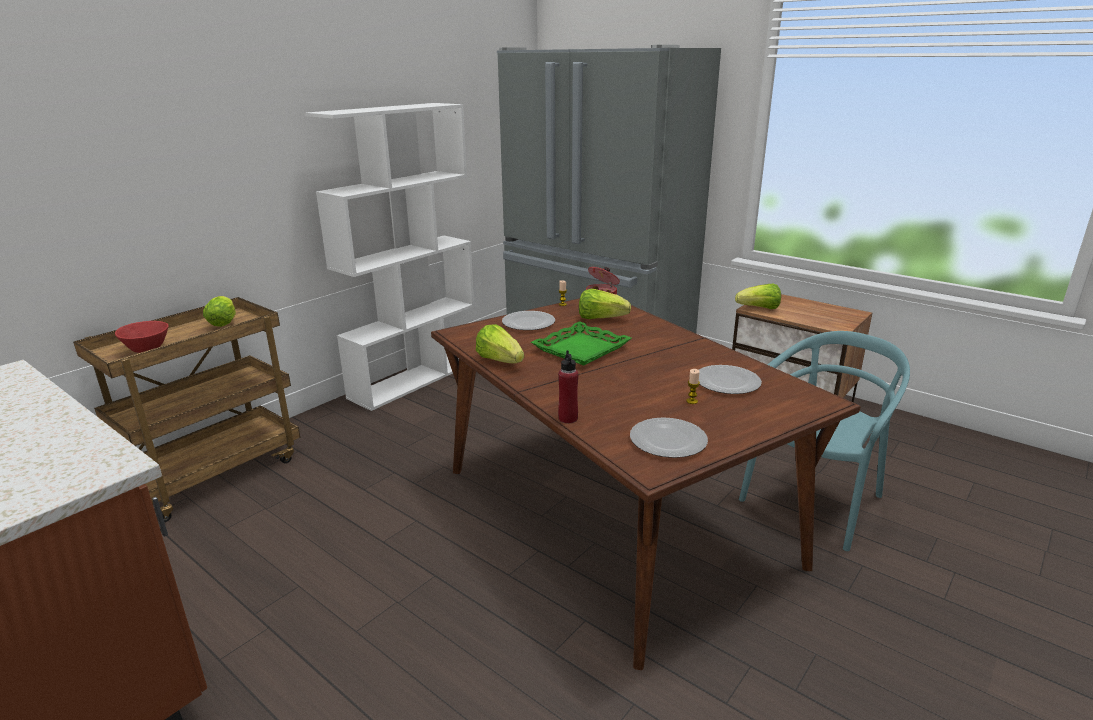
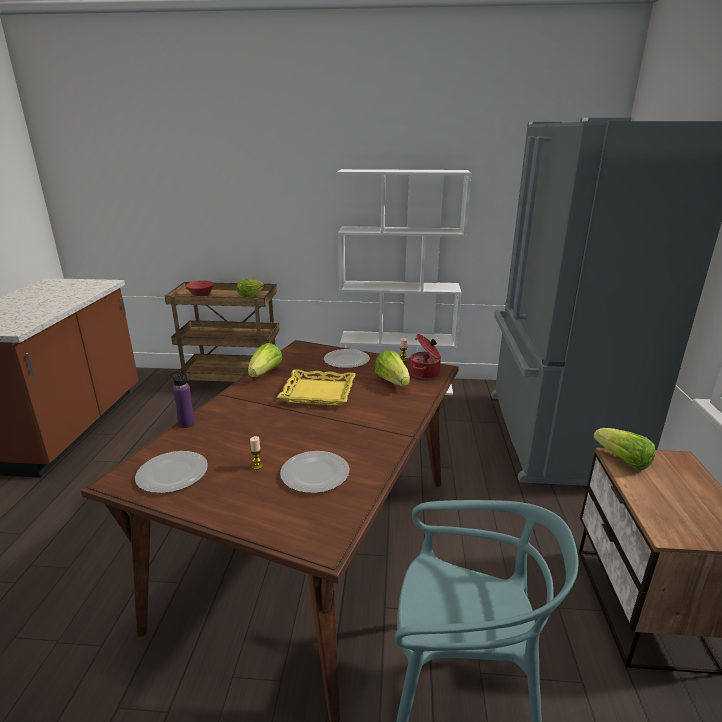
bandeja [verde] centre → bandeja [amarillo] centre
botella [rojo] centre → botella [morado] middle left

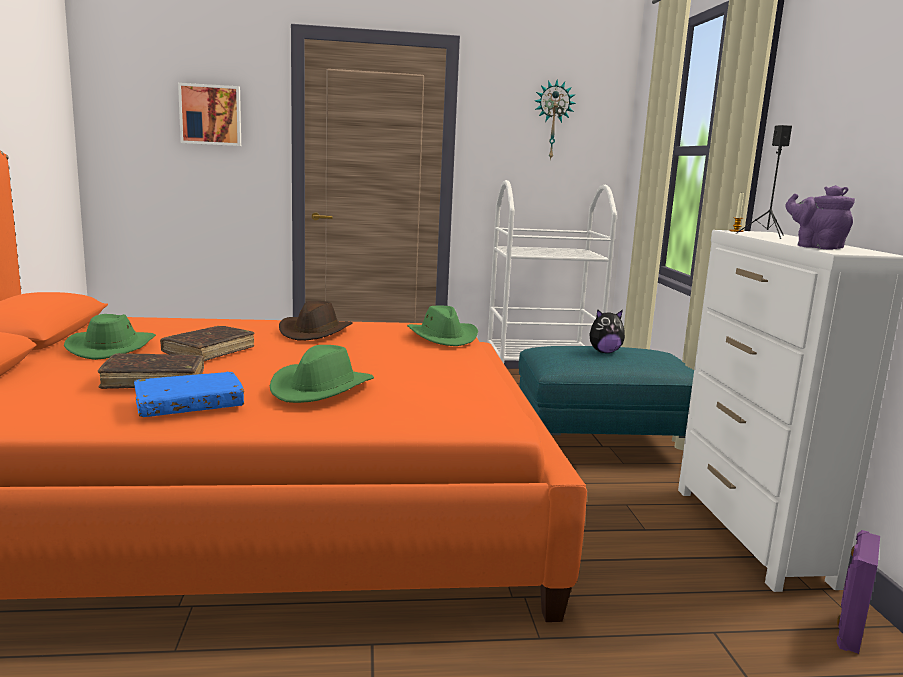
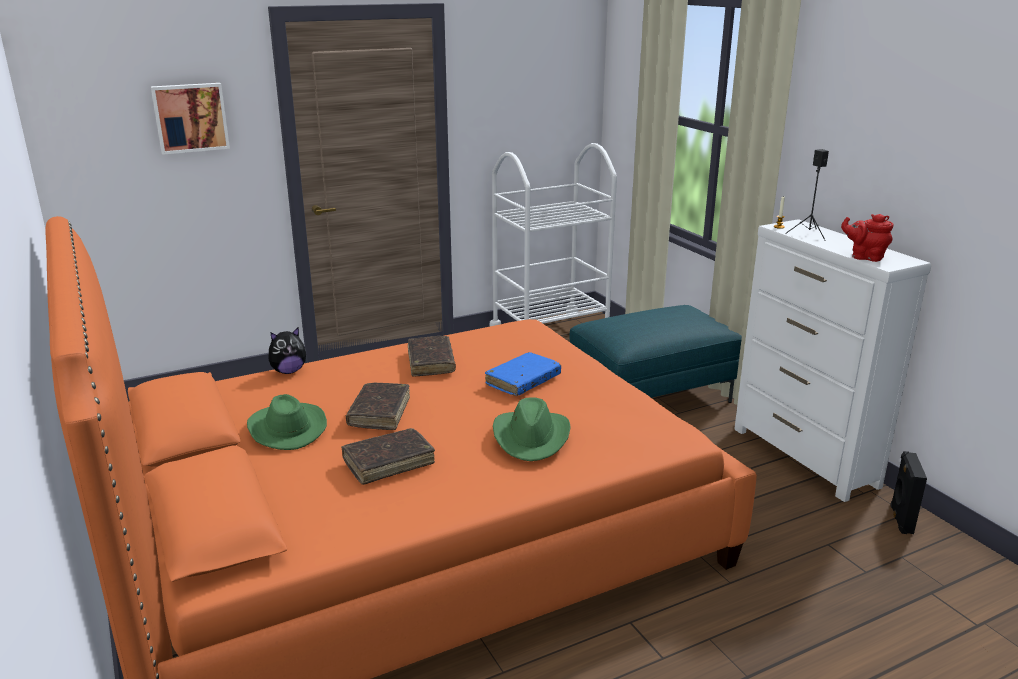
sombrero [verde] (no. 3 from left) centre → -
reloj de pared top centre → -
libro [azul] middle left → libro [azul] centre, relocated
peluche middle right → peluche middle left, relocated
sombrero [marrón] centre → libro [marrón] (no. 3 from left) centre
tetera [morado] top right → tetera [rojo] middle right
altavoz [morado] bottom right → altavoz [negro] (no. 2 from left) bottom right

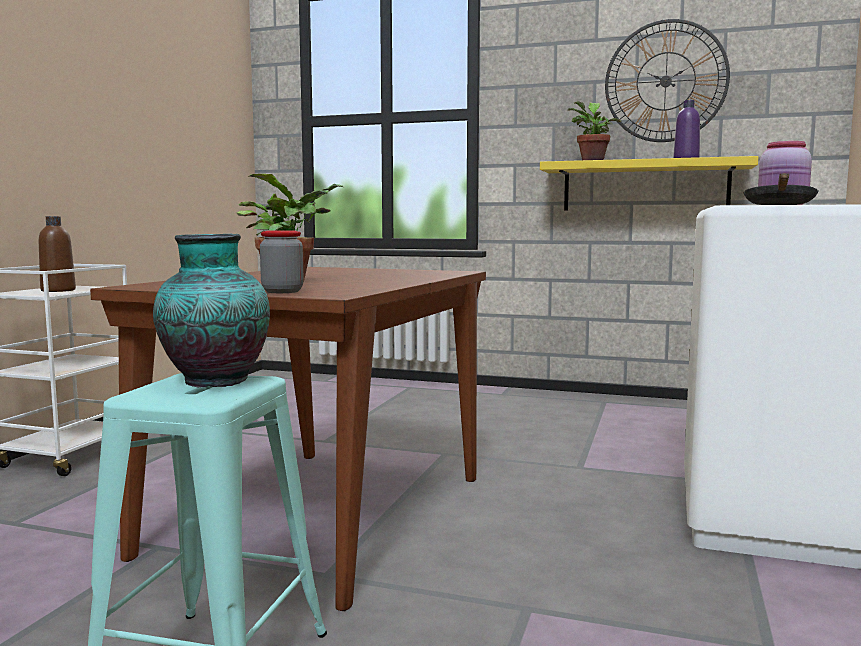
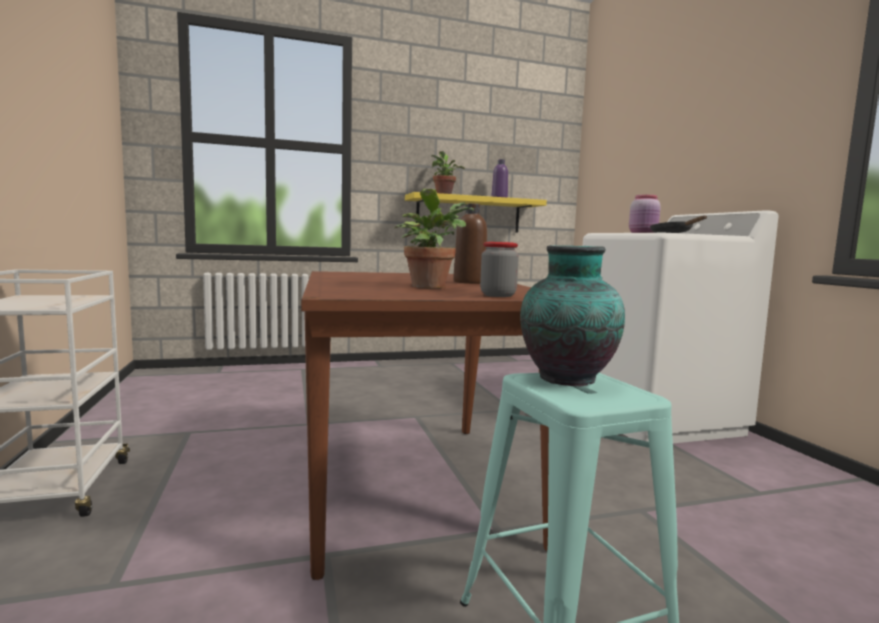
reloj de pared top right → -
botella [marrón] middle left → botella [marrón] centre, relocated

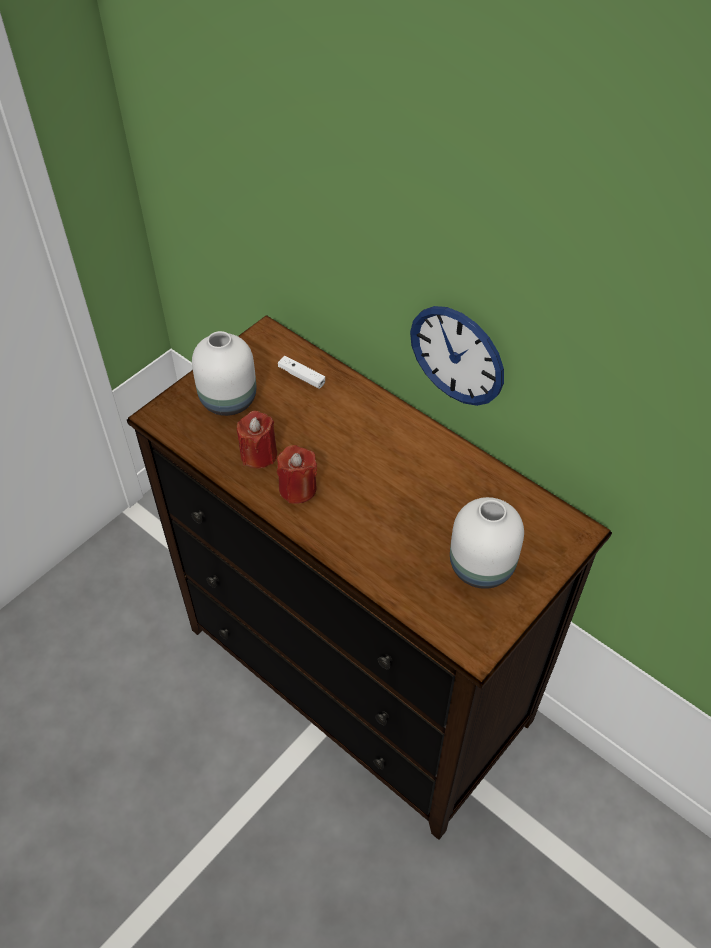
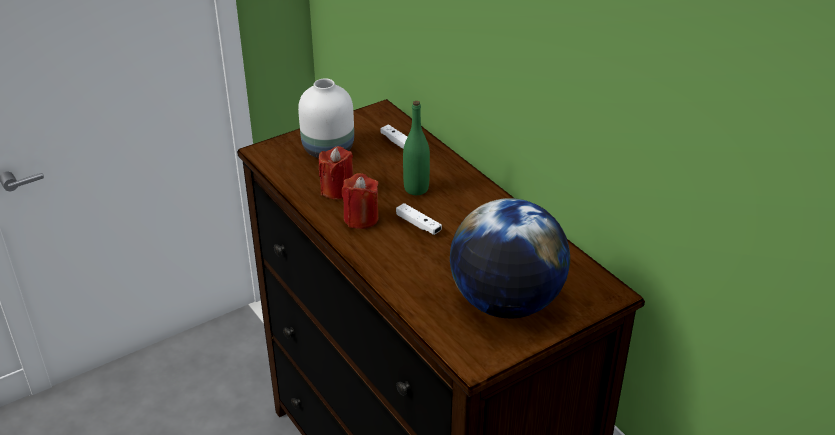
reloj de pared centre → -
- → mando de consola [blanco] (no. 2 from left) centre
- → botella [verde] centre
florero [blanco] (no. 2 from left) middle right → globo terráqueo centre

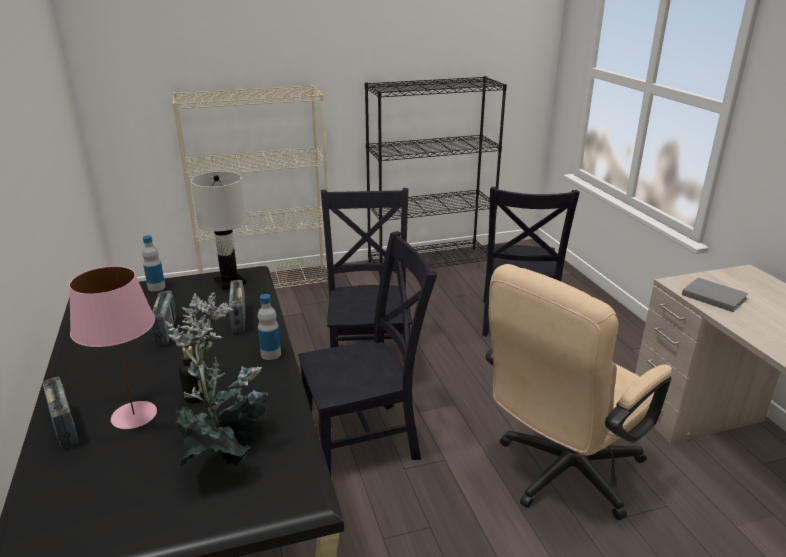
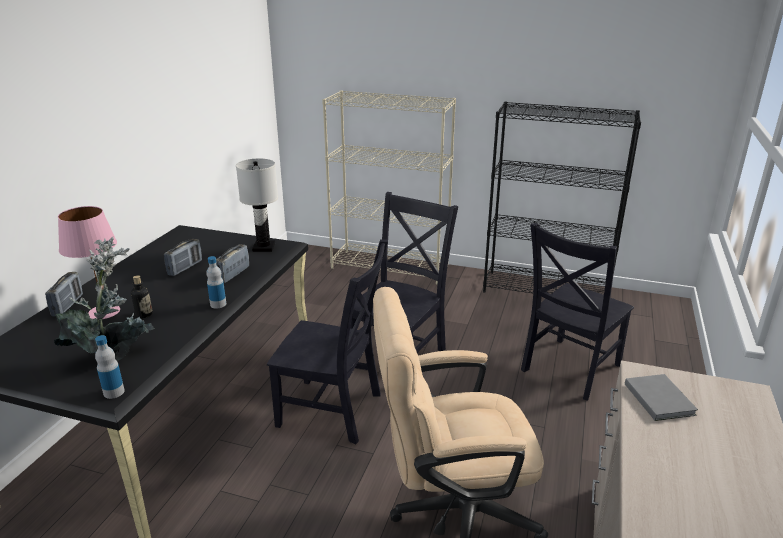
botella (no. 1 from left) middle left → botella (no. 1 from left) bottom left, relocated

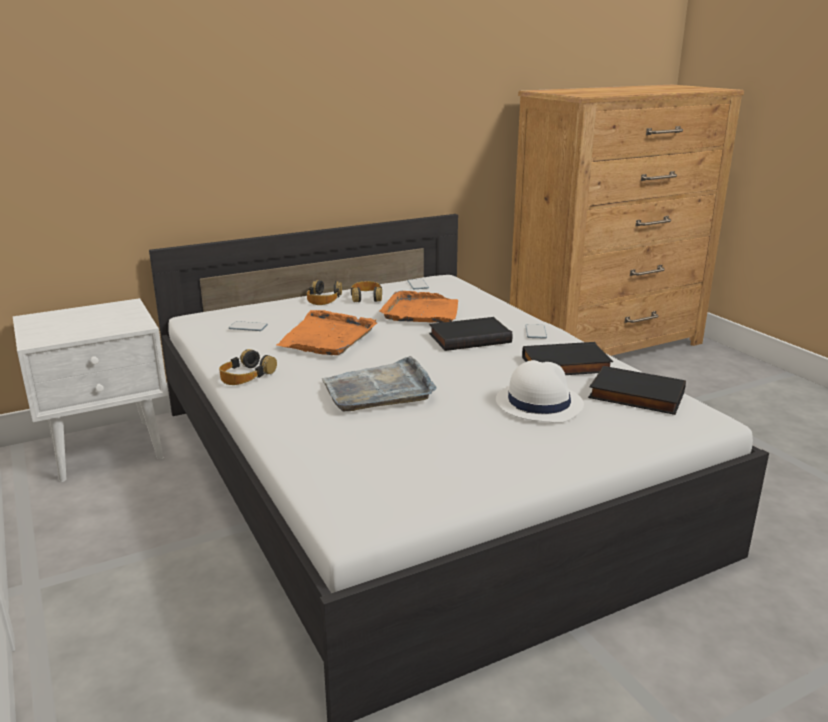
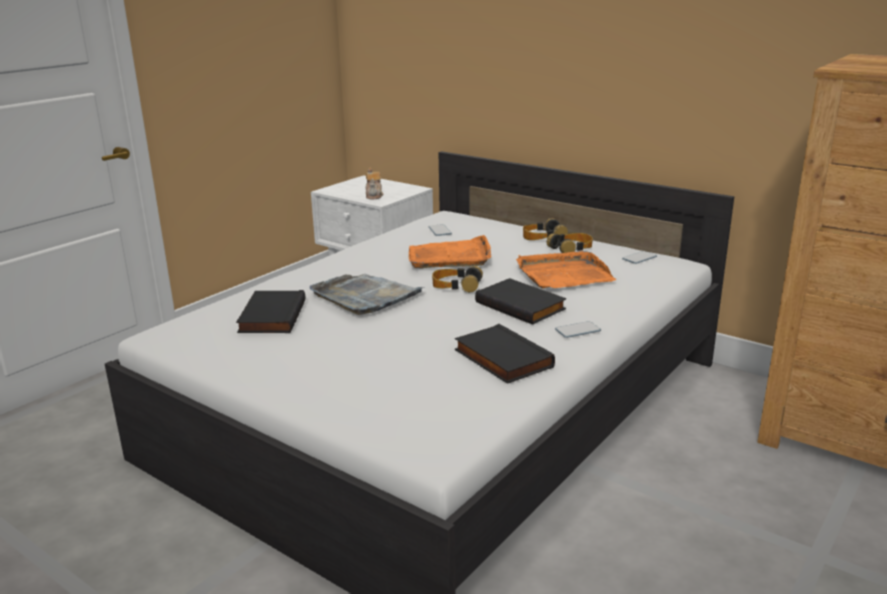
sombrero [blanco] centre → -
- → tetera top centre
auriculares (no. 1 from left) middle left → auriculares (no. 1 from left) centre, relocated
libro [negro] (no. 3 from left in the first image) middle right → libro [negro] (no. 1 from left) middle left, relocated

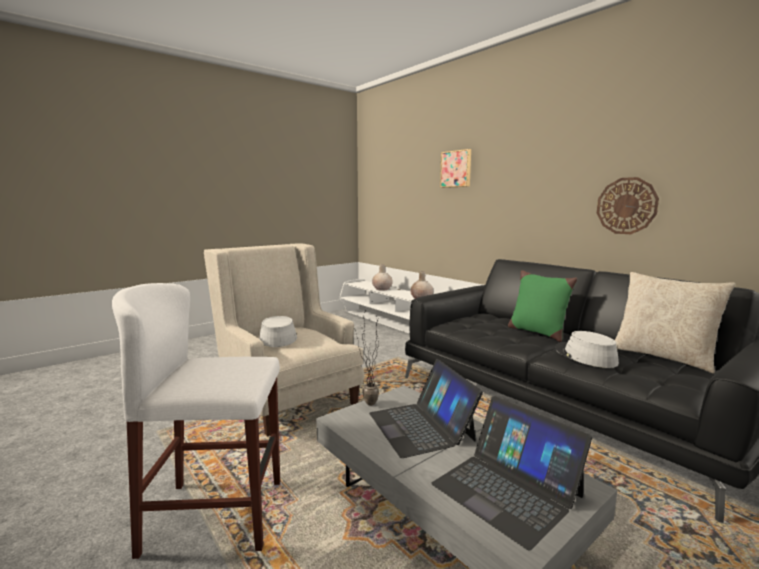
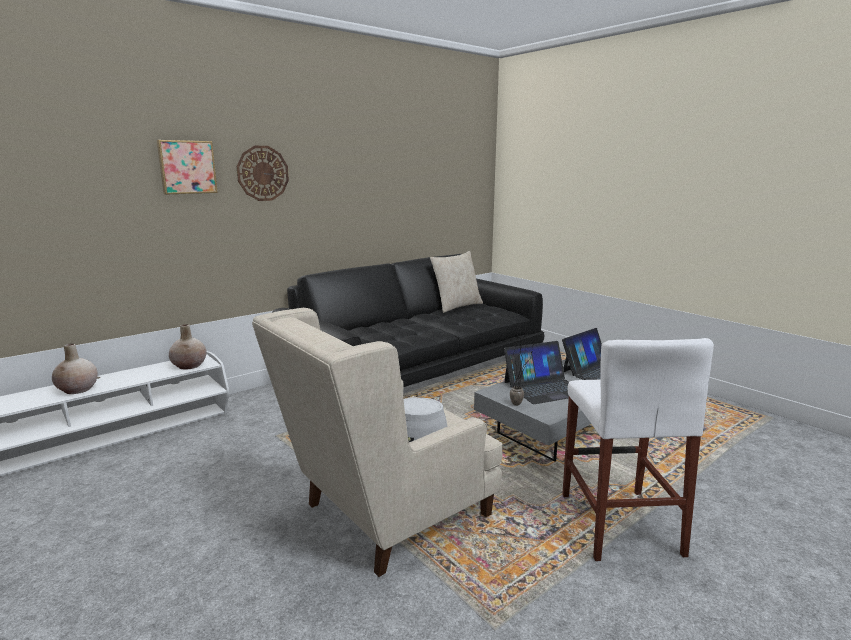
cojín [verde] middle right → -
sombrero [gris] (no. 2 from left) middle right → -
reloj de pared middle right → reloj de pared top left, relocated

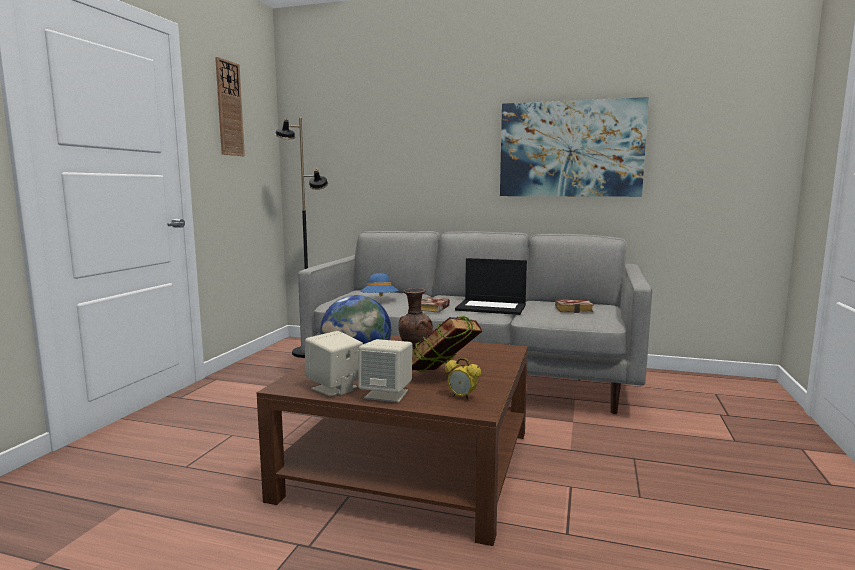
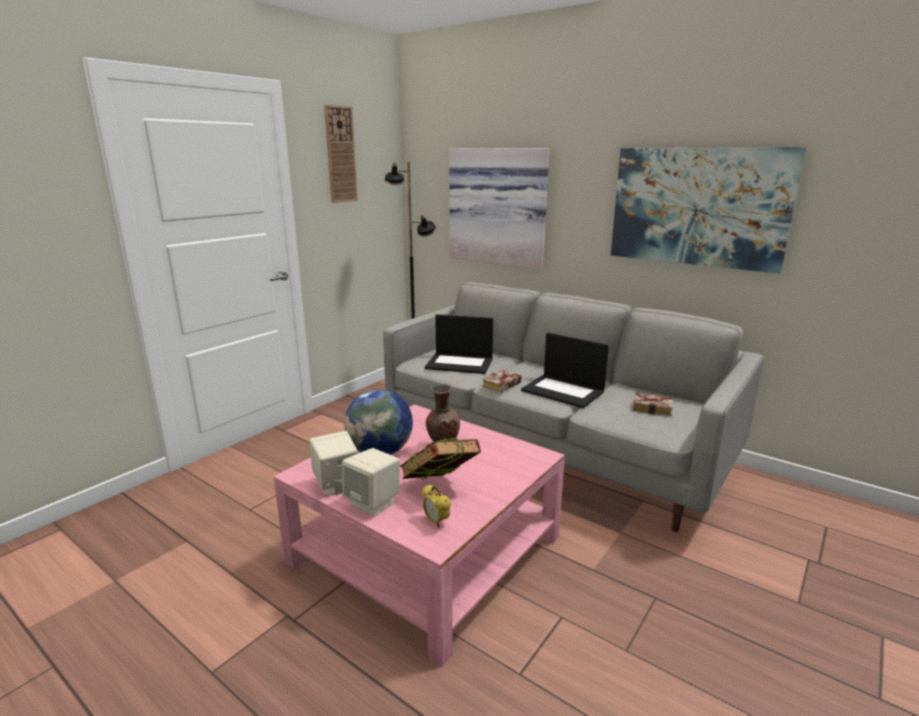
- → cuadro (no. 1 from left) top centre
sombrero [azul] centre → portátil (no. 1 from left) centre
mesa de centro [marrón] bottom centre → mesa de centro [rosa] bottom centre

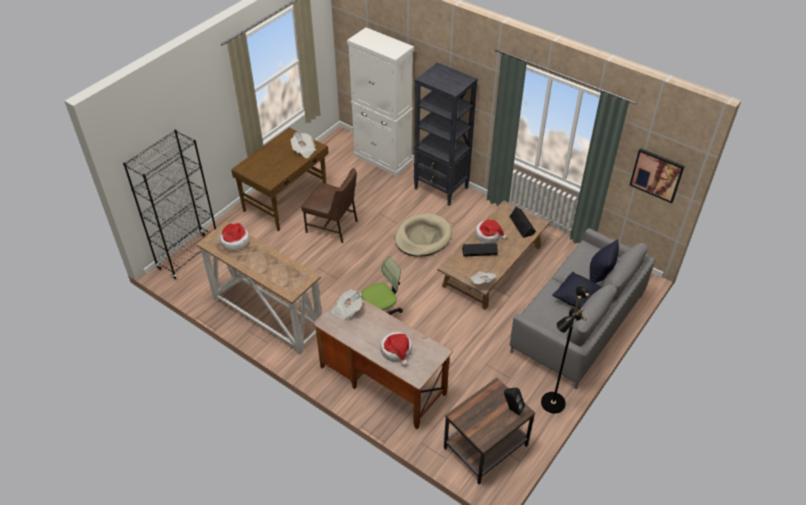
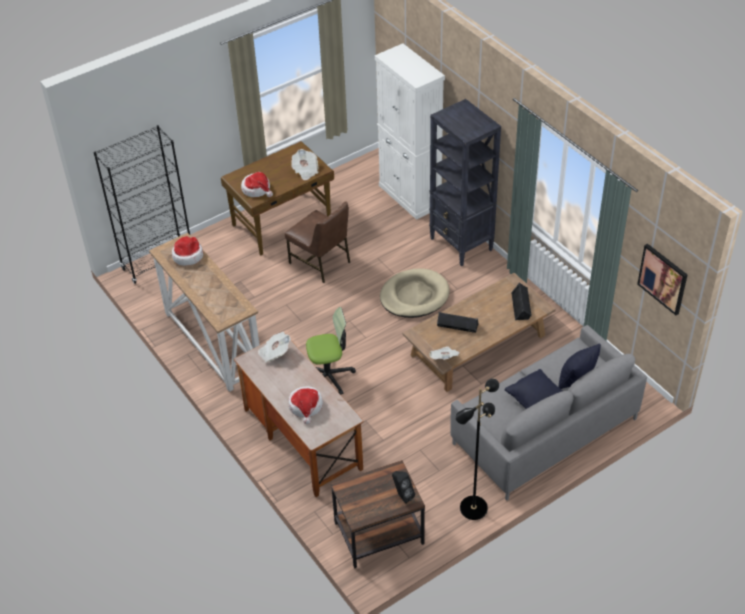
sombrero (no. 3 from left in the first image) centre → sombrero (no. 2 from left) top centre, relocated

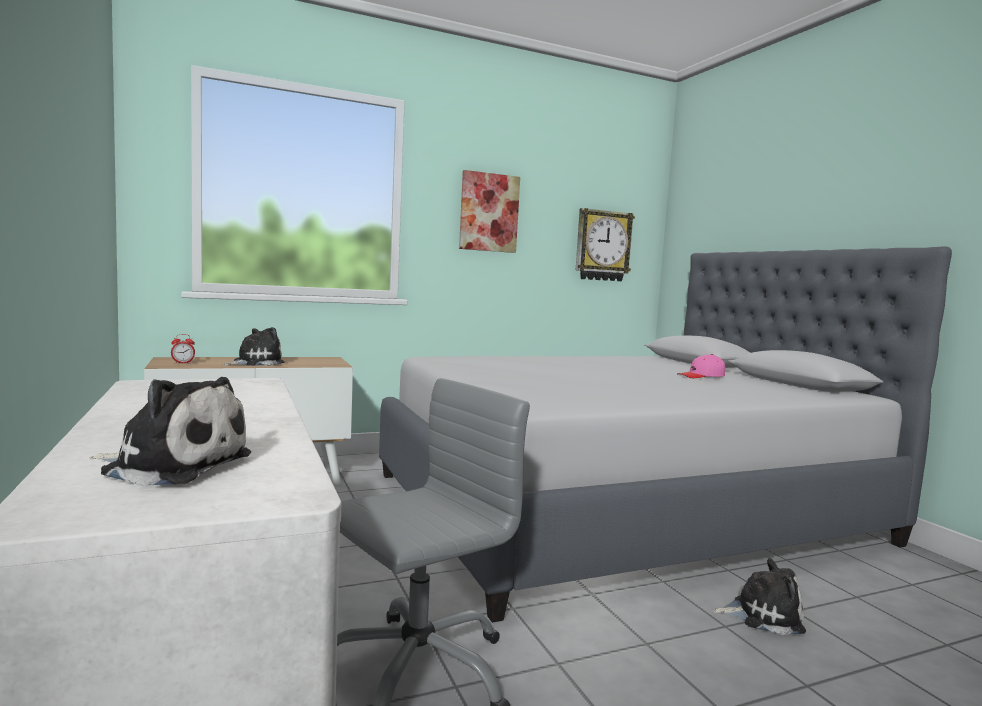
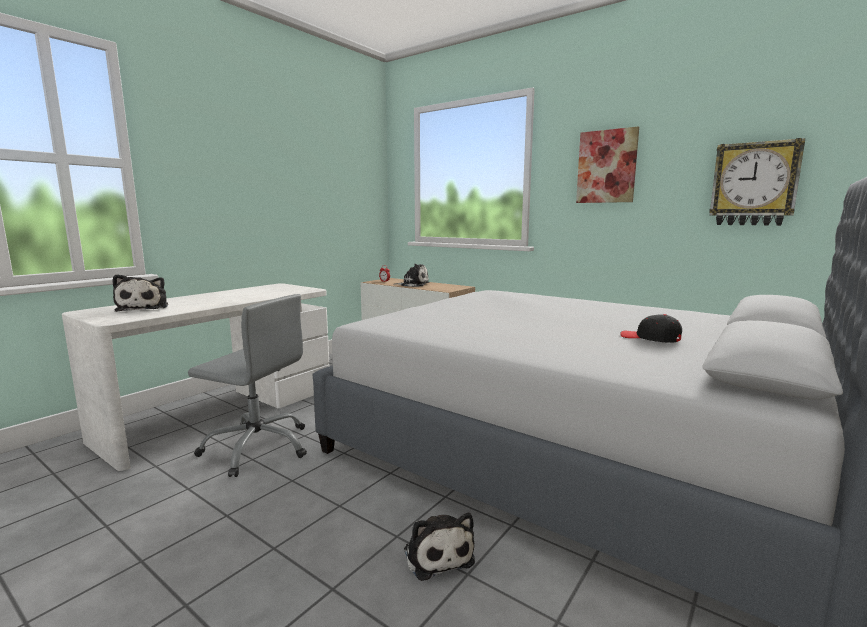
gorra [rosa] middle right → gorra [negro] middle right

